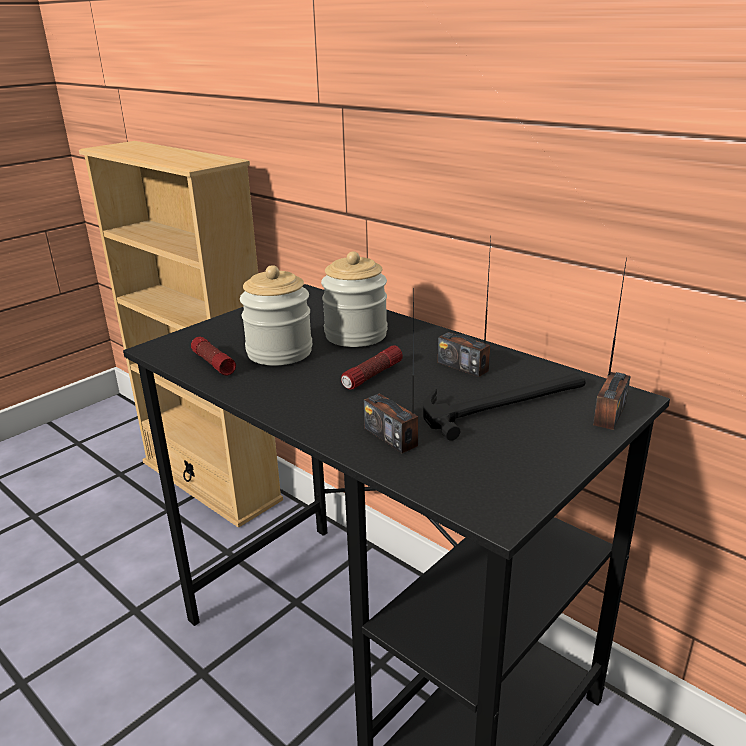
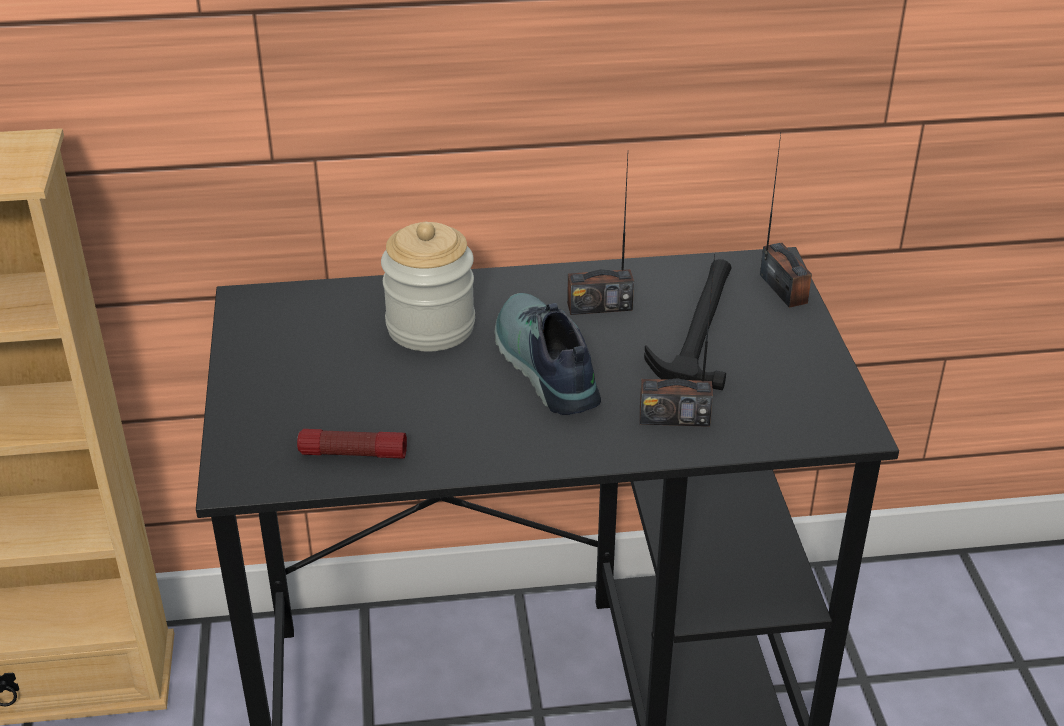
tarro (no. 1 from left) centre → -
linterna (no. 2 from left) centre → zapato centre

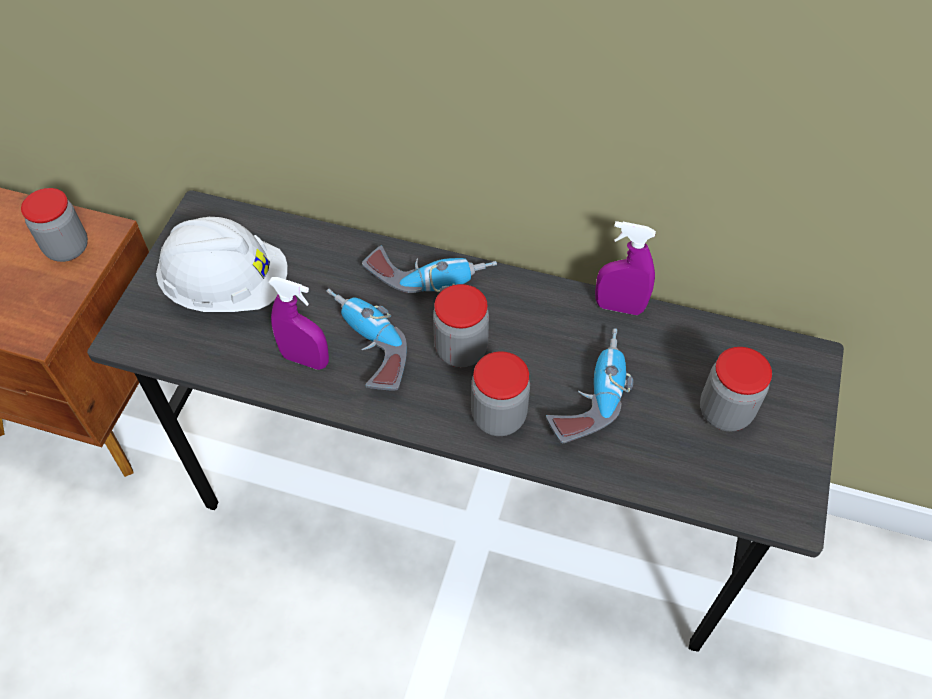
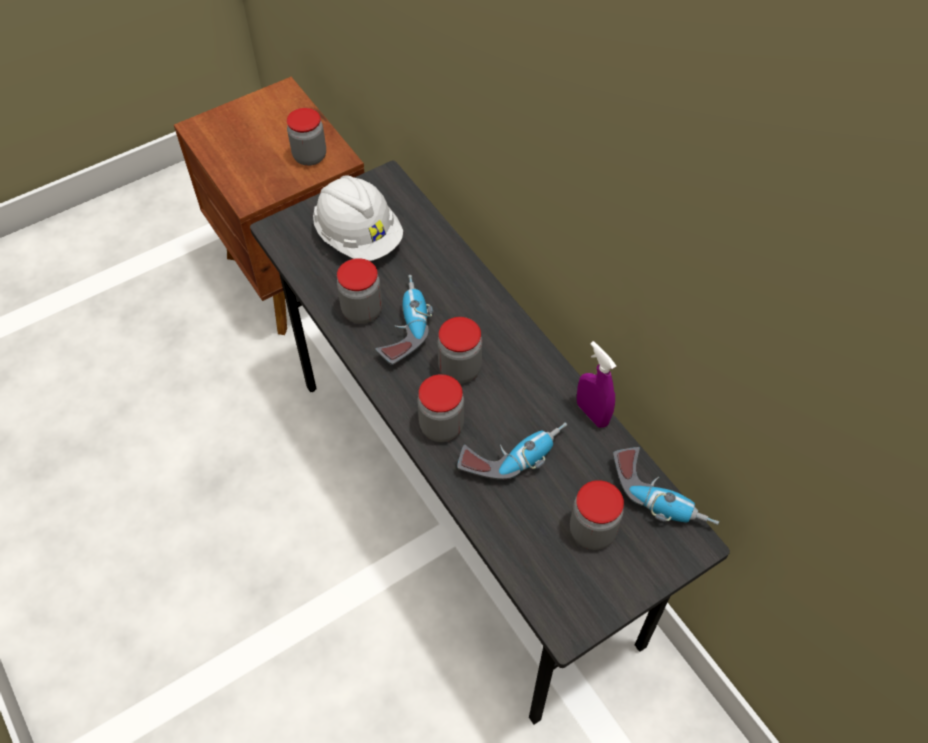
taladro (no. 2 from left in the first image) centre → taladro (no. 3 from left) middle right, relocated
pulverizador [morado] (no. 1 from left) middle left → tarro (no. 2 from left) centre

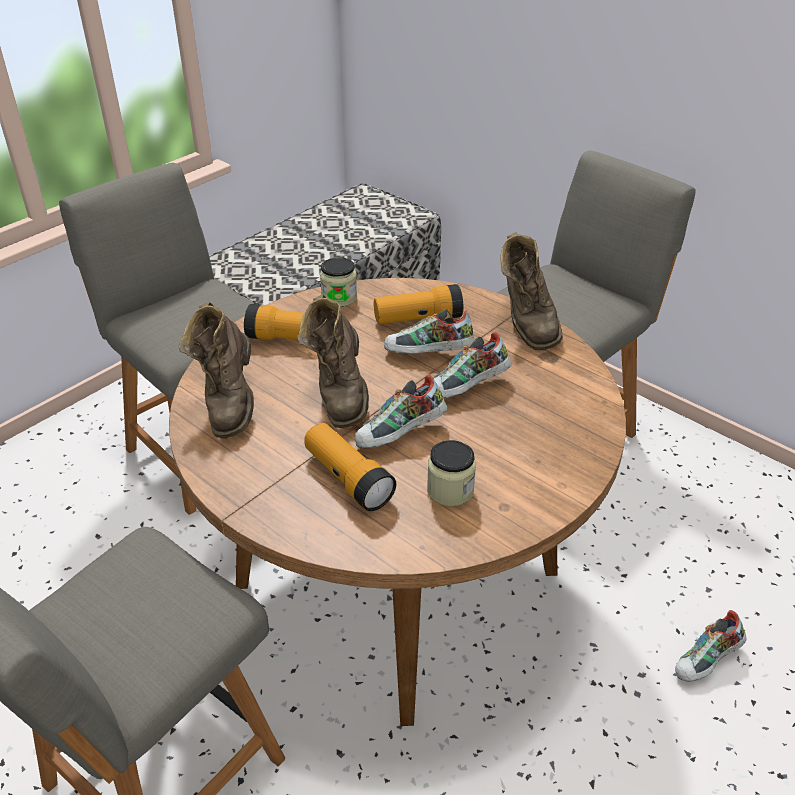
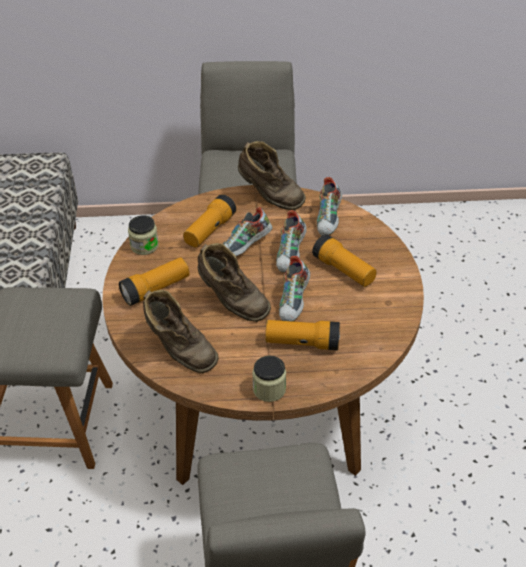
- → linterna (no. 4 from left) centre
tarro (no. 2 from left) centre → tarro (no. 2 from left) bottom centre, relocated
zapato (no. 4 from left) bottom right → zapato (no. 4 from left) centre, relocated

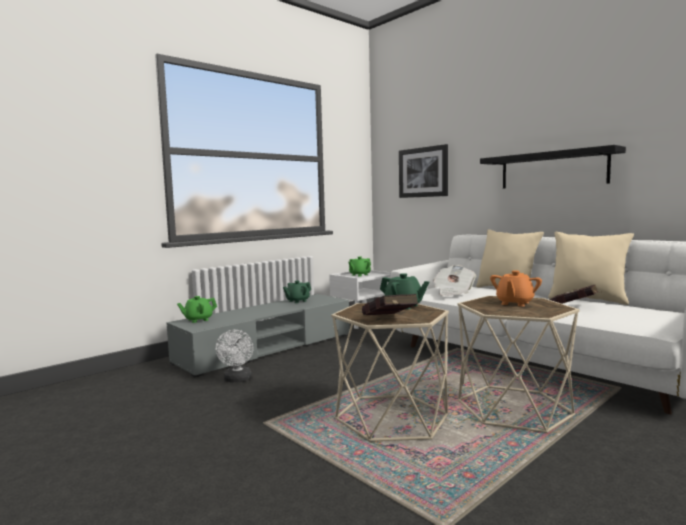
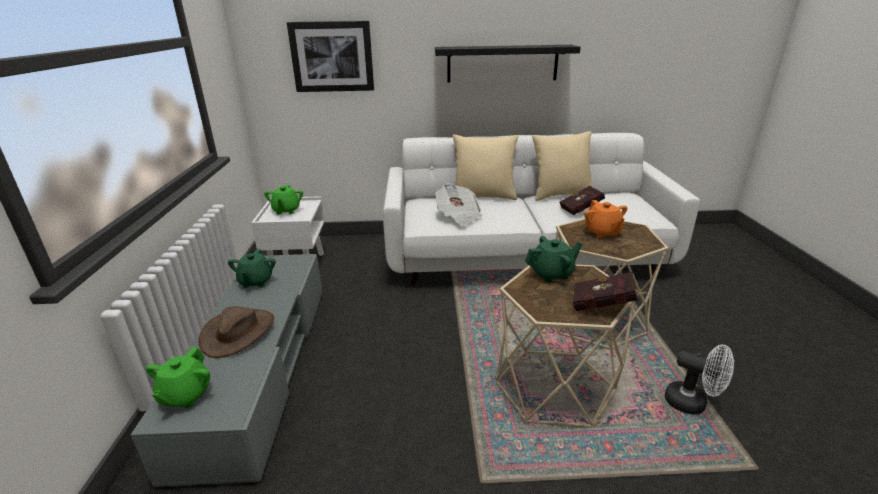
- → sombrero [marrón] bottom left
ventilador [blanco] bottom centre → ventilador [blanco] bottom right, relocated

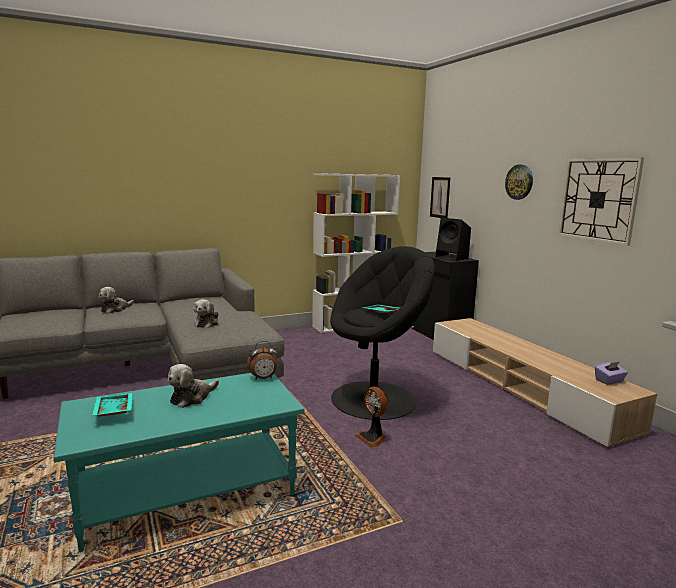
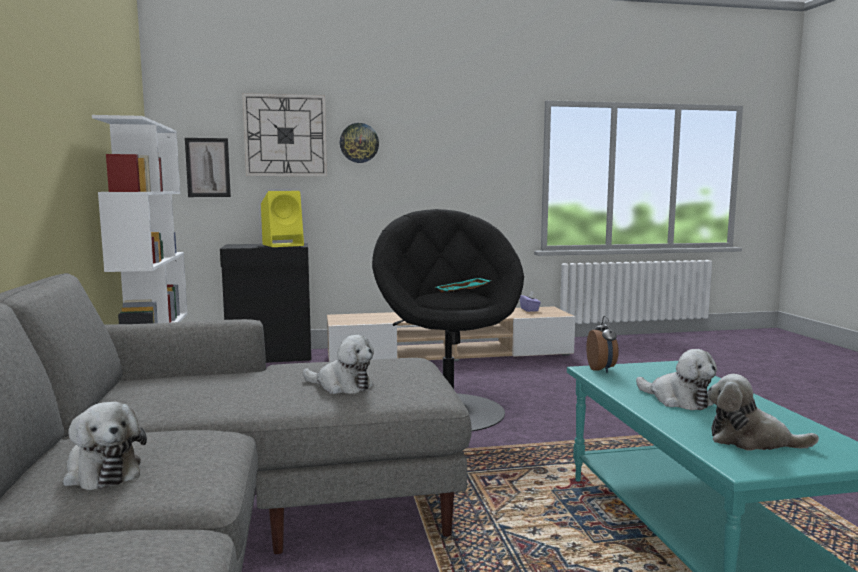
ventilador bottom centre → -
reloj de pared (no. 2 from left in the first image) middle right → reloj de pared (no. 1 from left) top left, relocated
bandeja [turquesa] (no. 1 from left) bottom left → peluche (no. 4 from left) bottom right
altavoz [negro] middle right → altavoz [amarillo] middle left

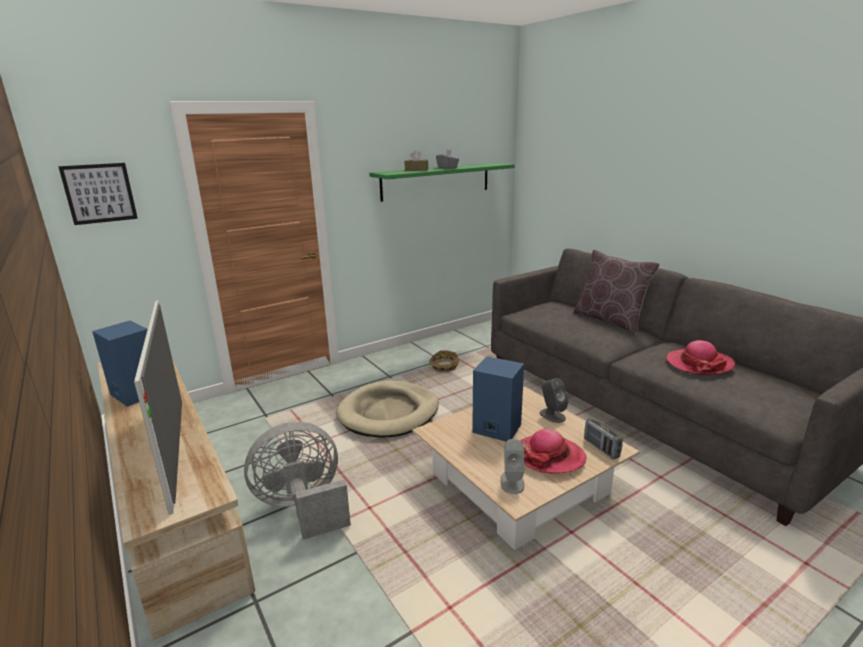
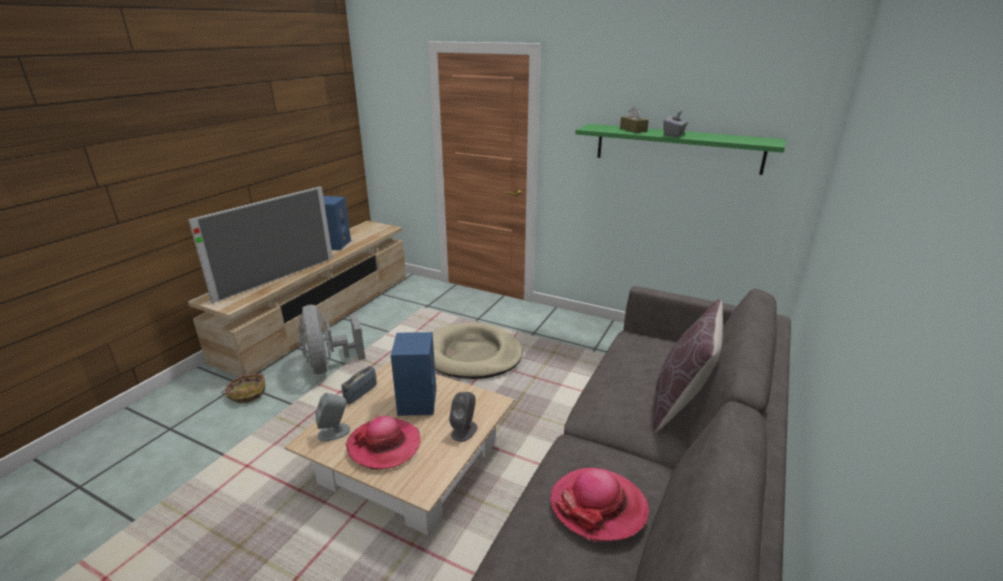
cuadro top left → -
cesta centre → cesta bottom left, relocated
radio bottom right → radio centre, relocated
ventilador [gris] bottom centre → ventilador [gris] middle left, 150 degrees counterclockwise

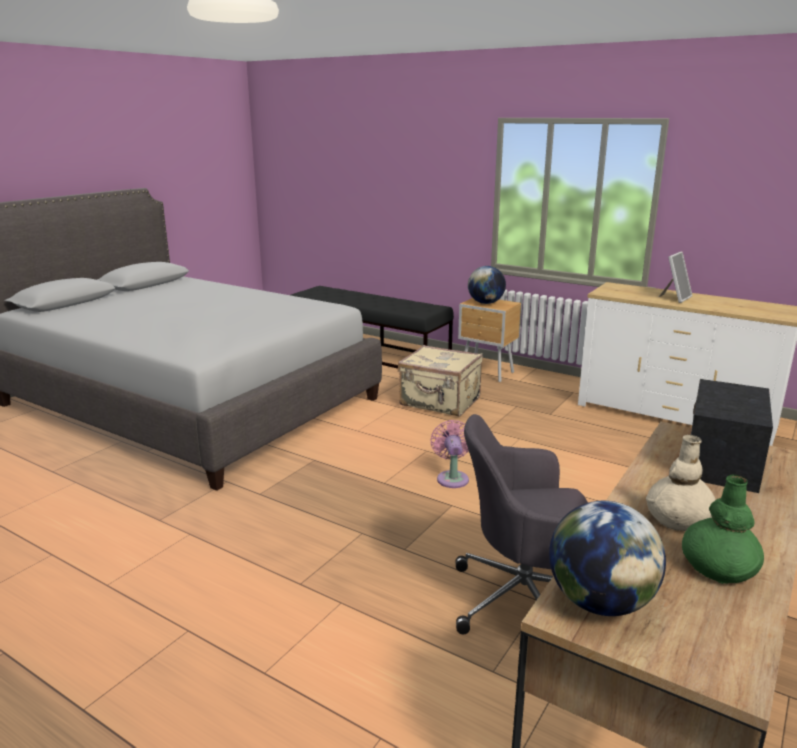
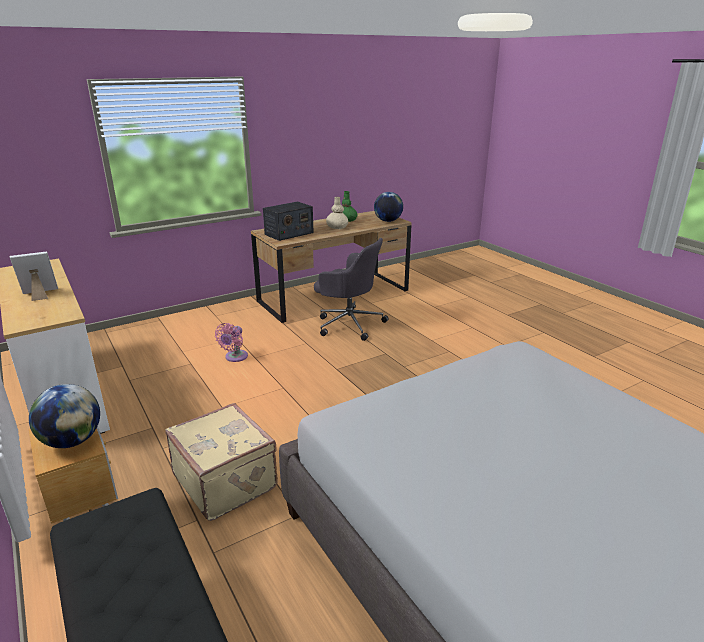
ventilador [rosa] centre → ventilador [rosa] middle left, relocated

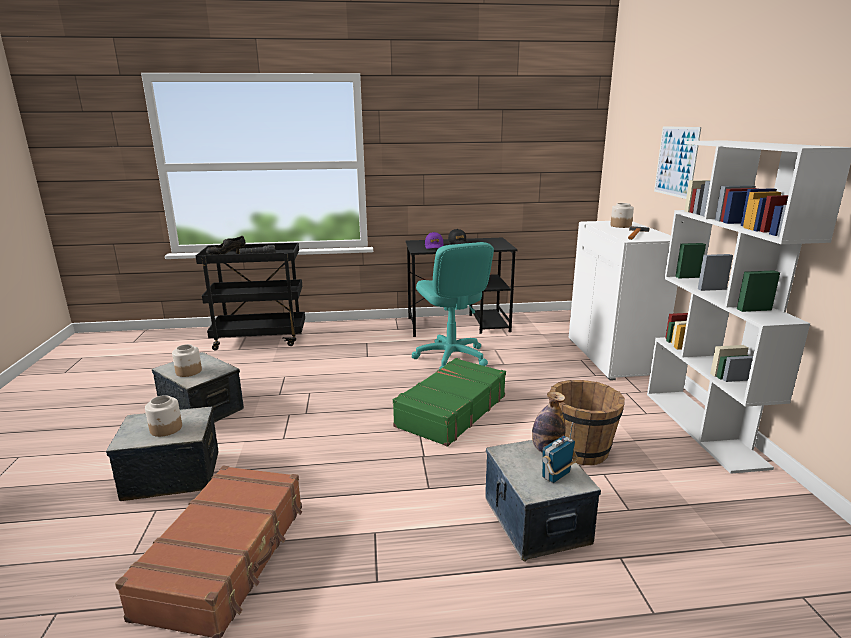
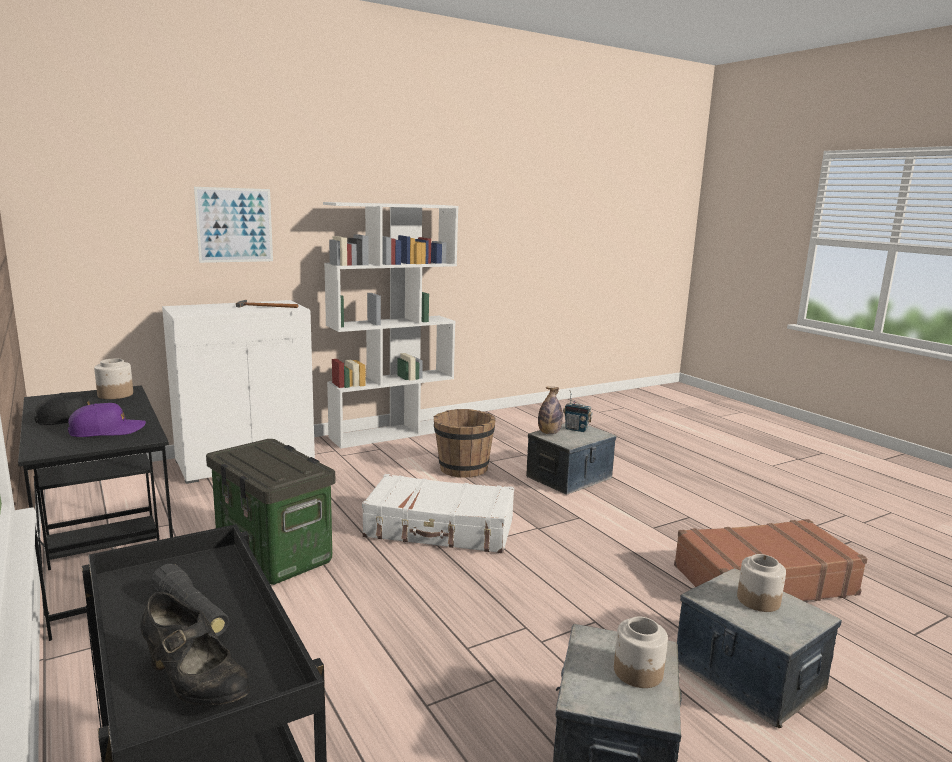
tarro (no. 3 from left in the first image) middle right → tarro (no. 1 from left) middle left, relocated
silla de oficina [turquesa] centre → caja de almacenaje (no. 1 from left) bottom left
maleta [verde] centre → maleta [blanco] bottom centre

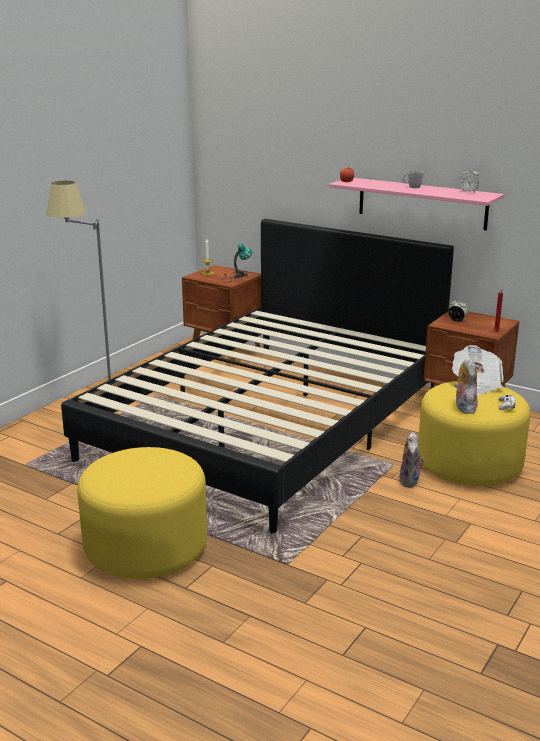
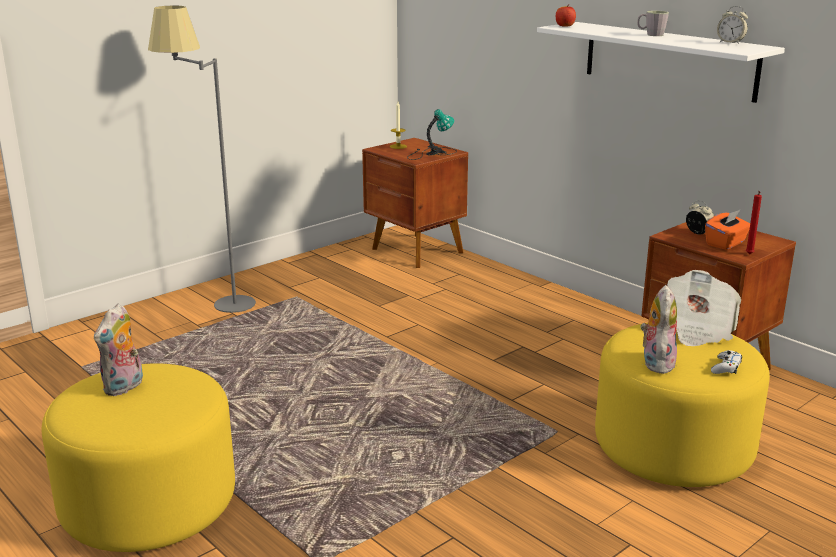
cama [negro] centre → -
- → caja de pañuelos [naranja] middle right
peluche (no. 1 from left) middle right → peluche (no. 1 from left) middle left, relocated
estante [rosa] top right → estante [blanco] top right

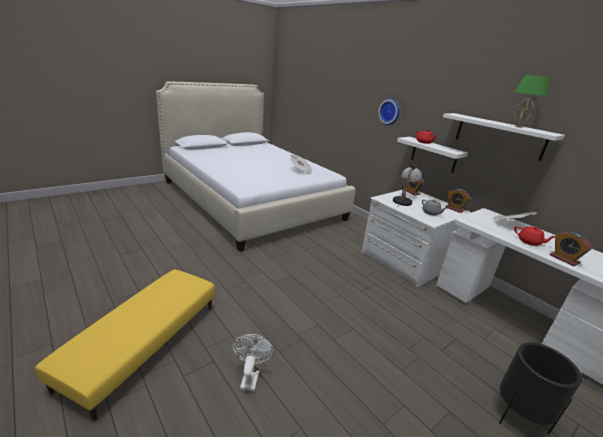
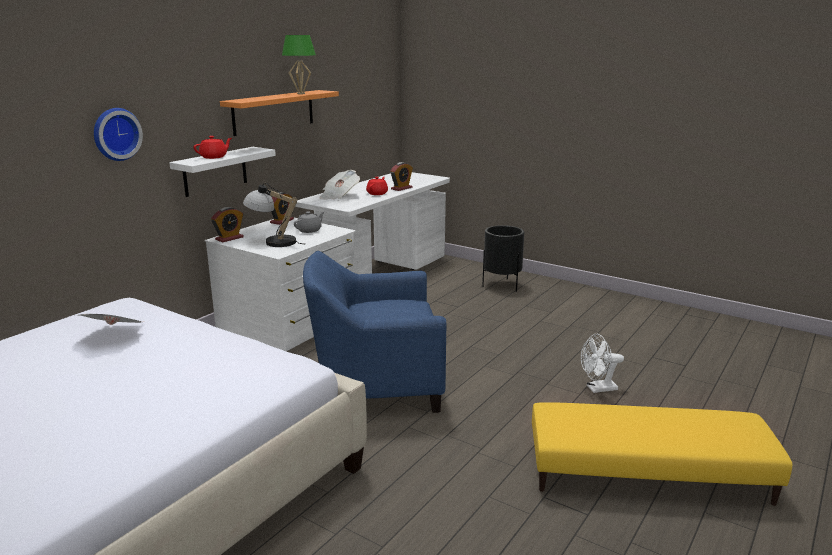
- → sillón [azul] centre
estante [blanco] (no. 2 from left) top right → estante [naranja] top centre

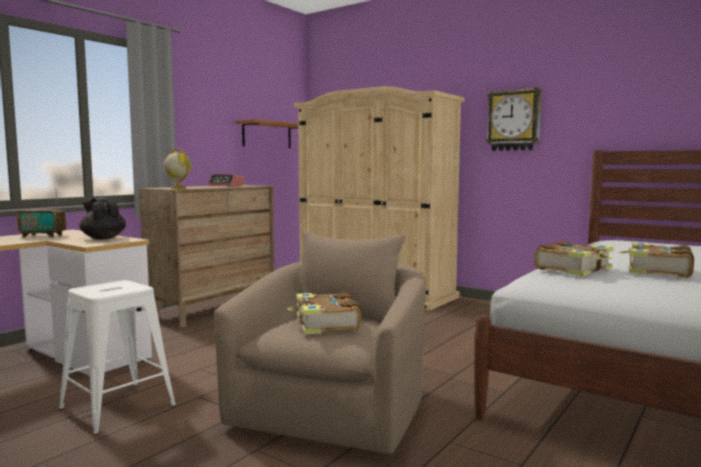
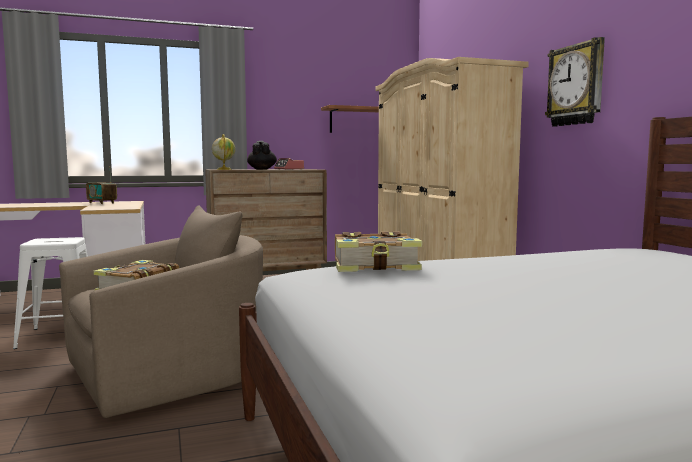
libro (no. 3 from left) middle right → -
tetera [negro] middle left → tetera [negro] centre, relocated

